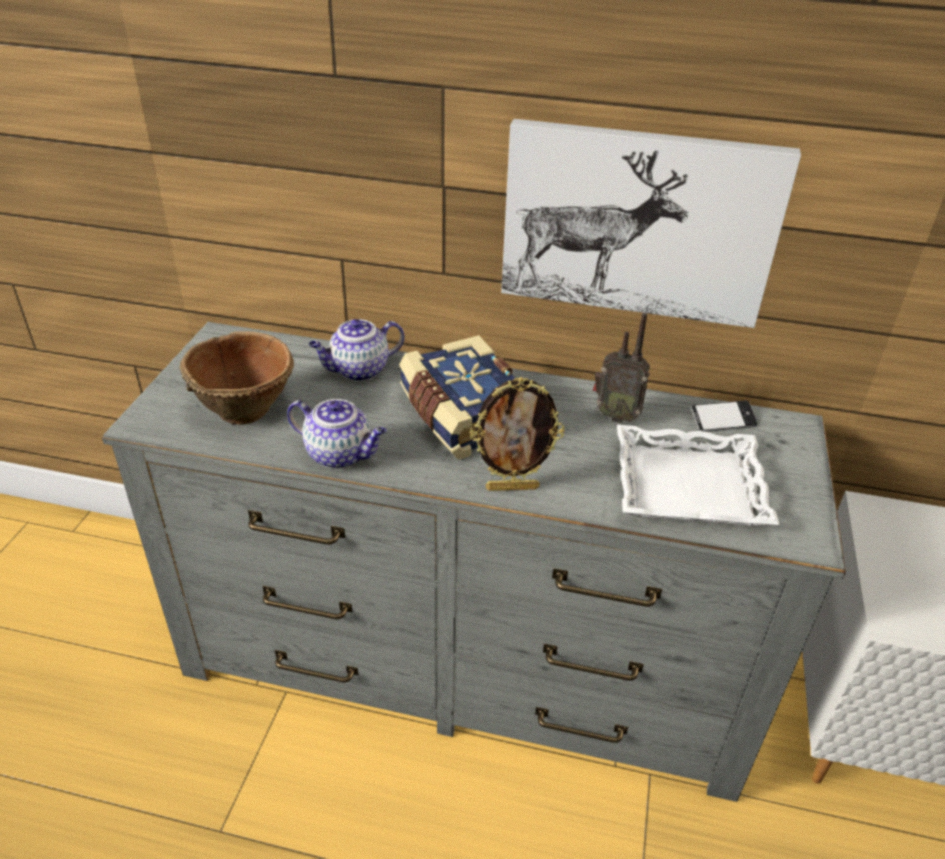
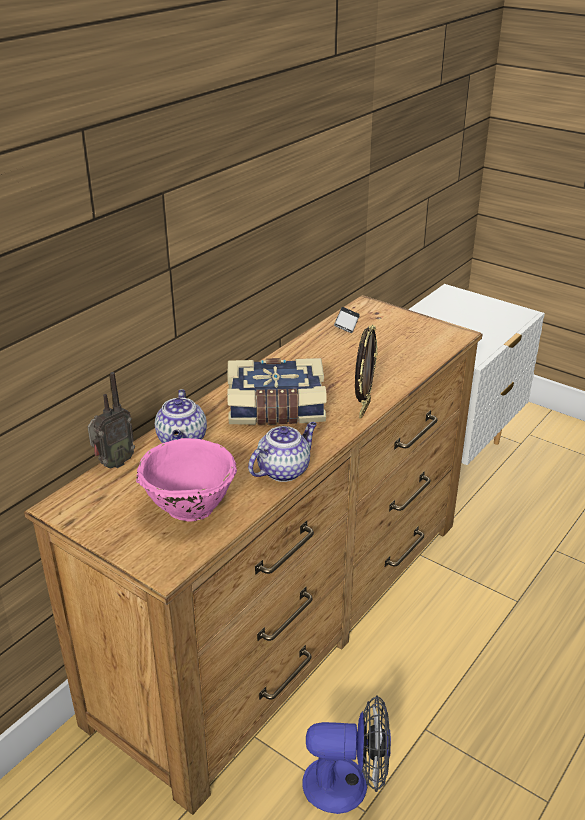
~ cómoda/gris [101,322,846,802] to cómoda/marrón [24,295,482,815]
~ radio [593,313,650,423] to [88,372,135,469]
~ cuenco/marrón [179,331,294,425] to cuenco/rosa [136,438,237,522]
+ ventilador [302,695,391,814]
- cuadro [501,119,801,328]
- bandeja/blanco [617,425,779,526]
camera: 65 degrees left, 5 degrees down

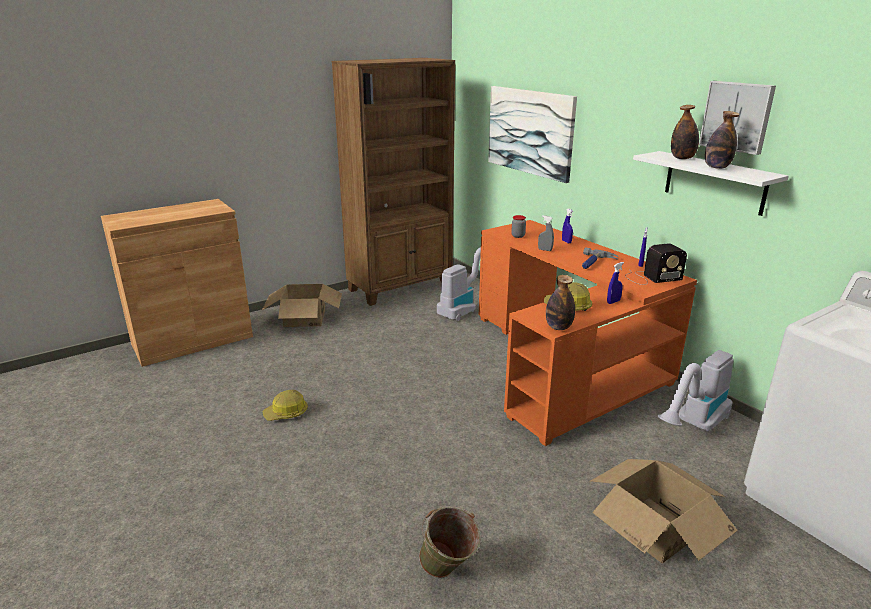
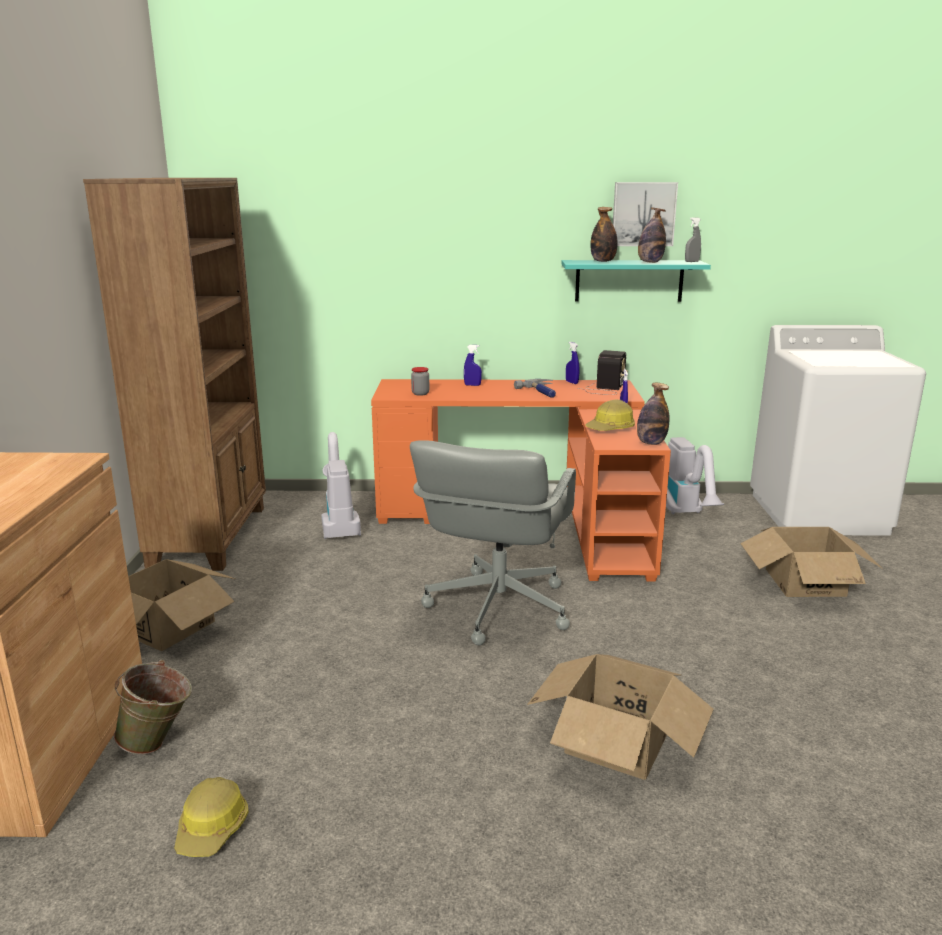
~ cubo/verde [419,506,481,578] to [114,660,192,755]
~ casco [262,390,308,421] to [174,777,249,857]
+ silla de oficina/gris [410,440,576,645]
+ caja de cartón [527,654,714,780]
~ estante/blanco [633,151,789,216] to estante/turquesa [561,260,711,302]
~ pulverizador/gris [538,216,554,251] to [685,217,701,262]
- cuadro [488,86,577,183]
camera: 55 degrees left, 5 degrees down

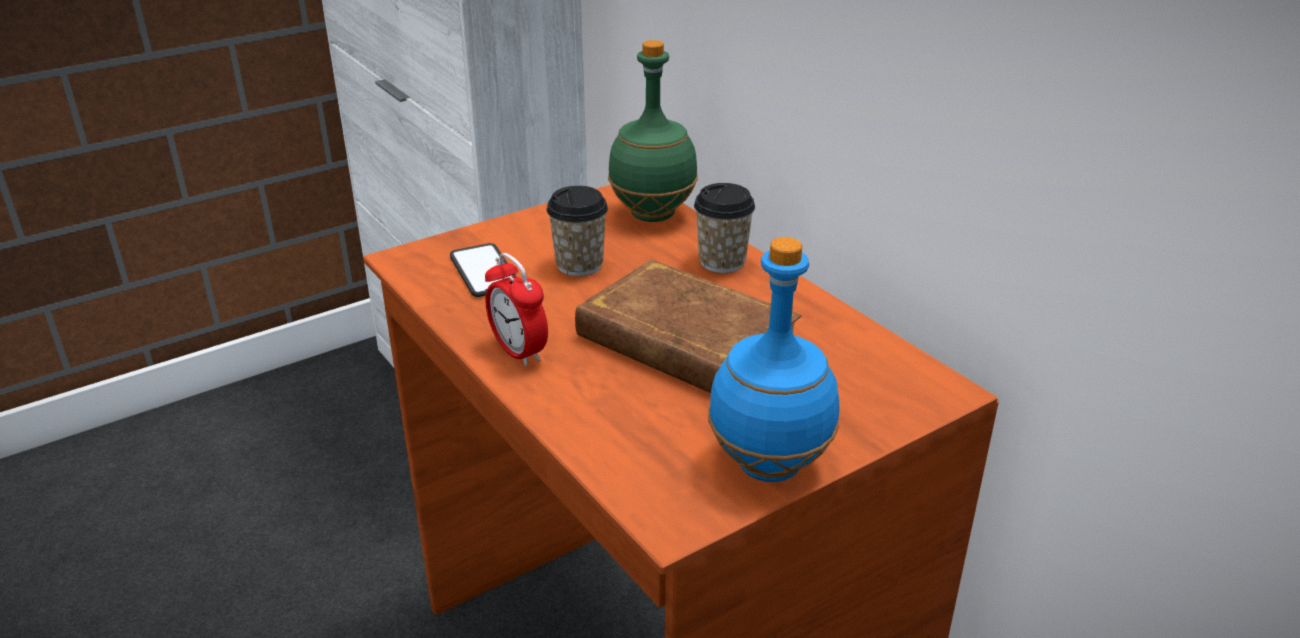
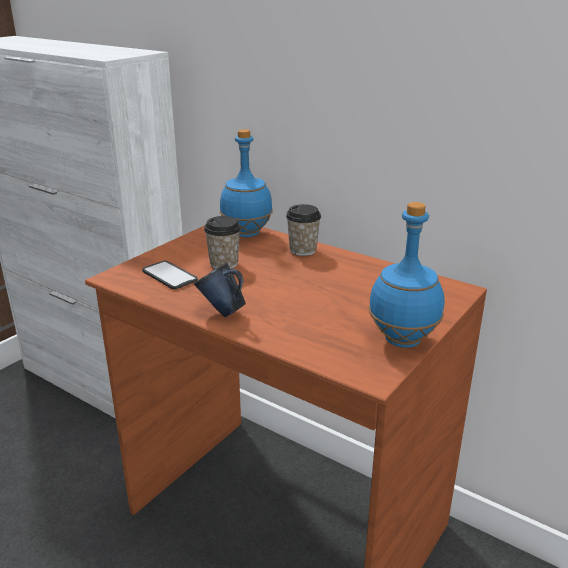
~ despertador [485,253,548,366] to taza grande/azul [194,262,246,317]
~ botella/verde [608,40,698,222] to botella/azul [220,129,273,237]
- libro/marrón [575,259,802,393]
camera: 20 degrees left, 5 degrees down

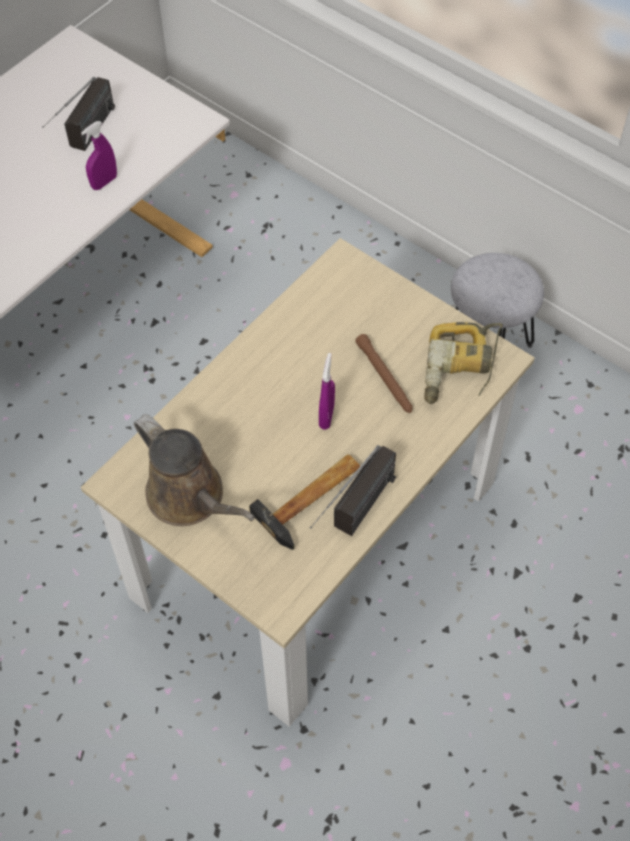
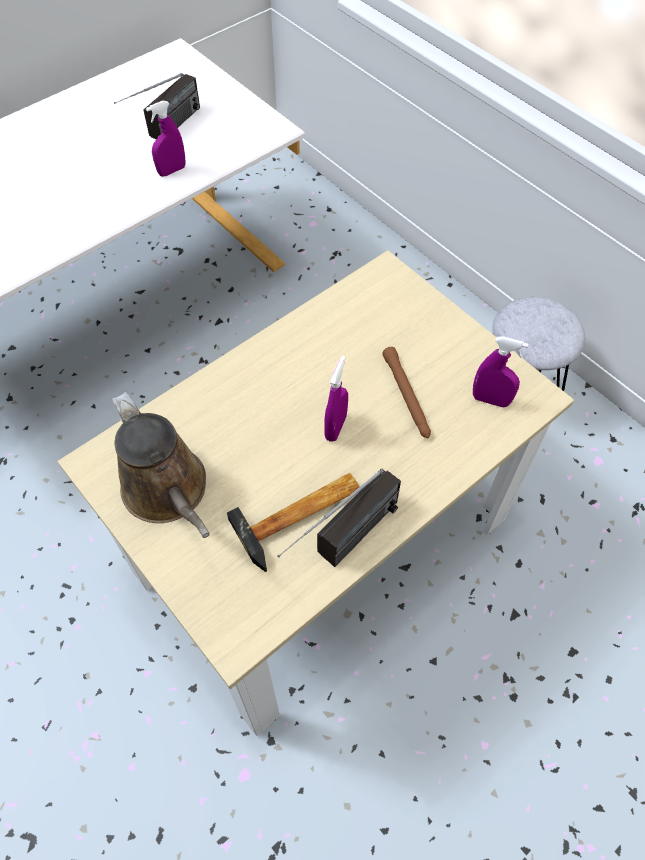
~ taladro [424,322,503,404] to pulverizador/morado [473,336,529,407]
camera: 10 degrees right, 0 degrees up

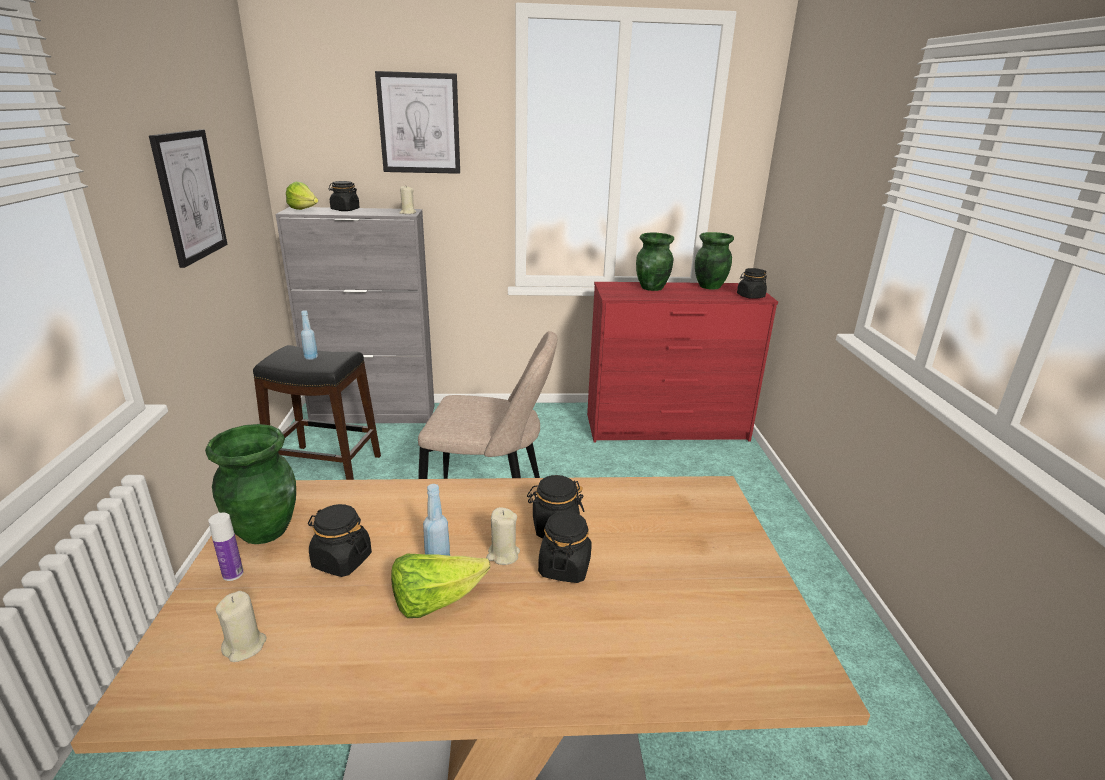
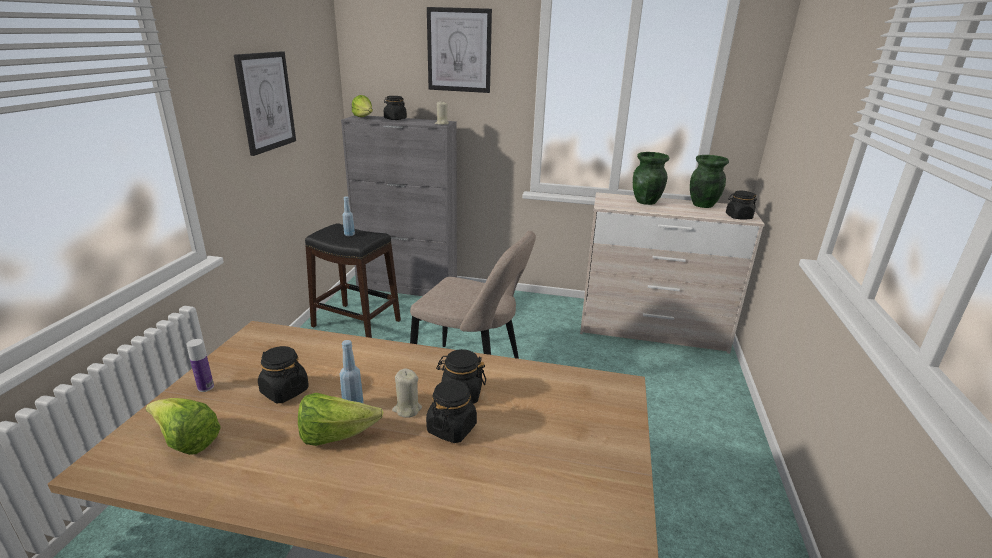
~ vela/beis [216,591,267,662] to lechuga [146,398,221,455]
~ cómoda/rojo [587,282,778,442] to cómoda/beis [580,192,765,354]
- florero/verde [205,424,296,544]
camera: 15 degrees right, 0 degrees up

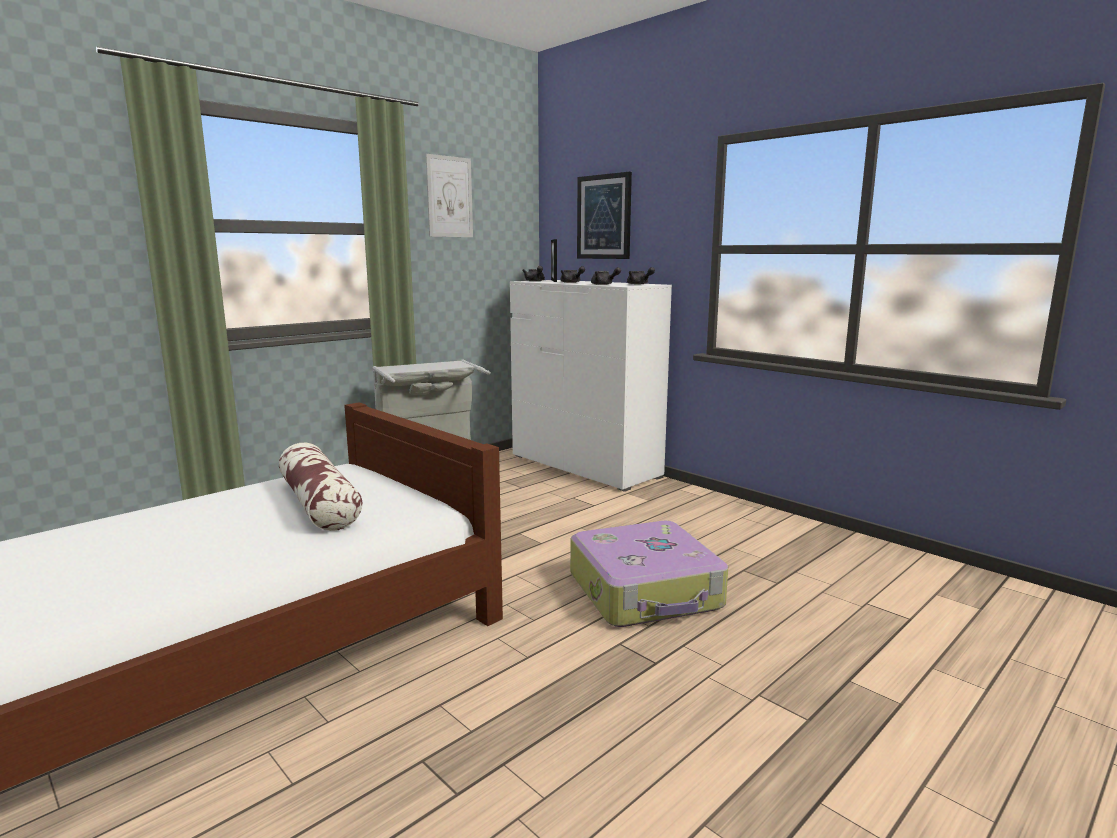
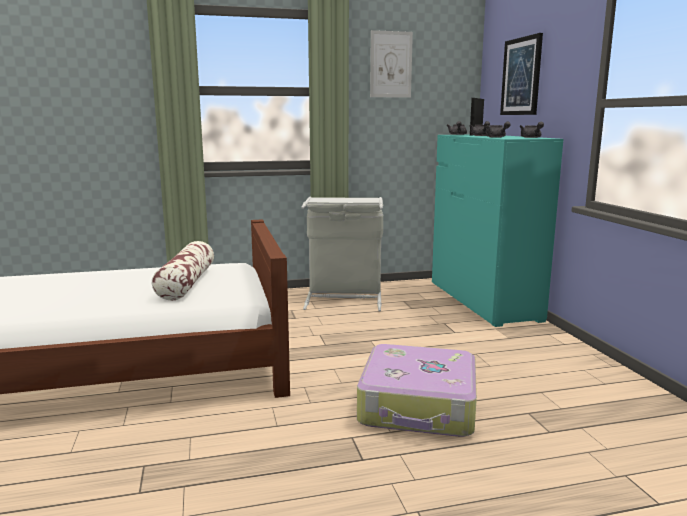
~ cómoda/blanco [510,280,672,492] to cómoda/turquesa [432,135,563,327]
camera: 30 degrees right, 0 degrees up

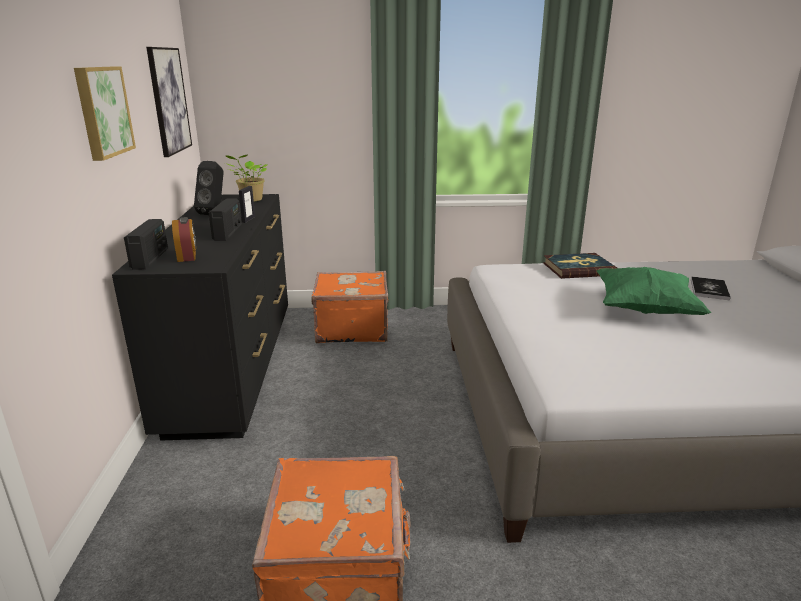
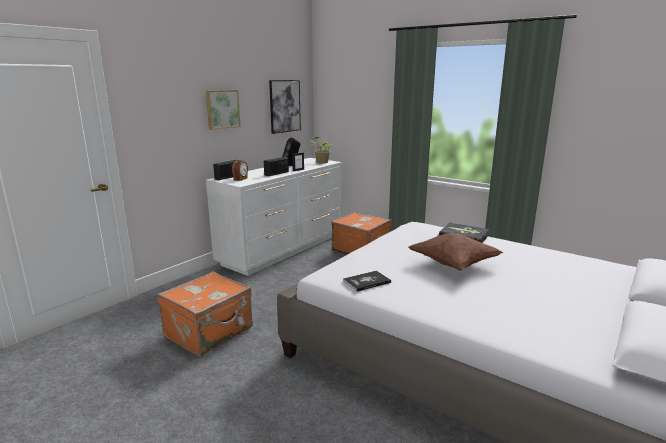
~ cómoda/negro [112,194,288,441] to cómoda/blanco [206,158,342,276]
~ libro [691,276,731,301] to [343,271,391,292]
~ cojín/verde [596,267,711,315] to cojín/marrón [408,233,504,271]
camera: 40 degrees right, 5 degrees down

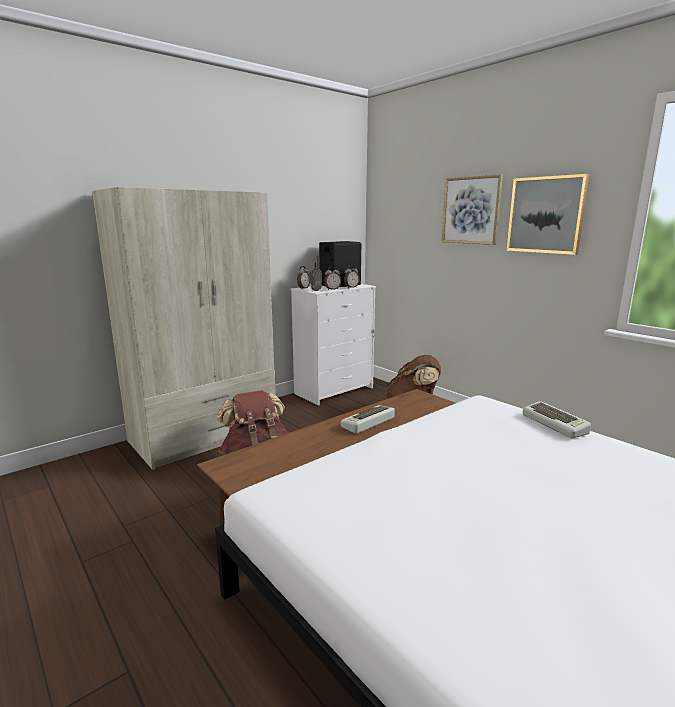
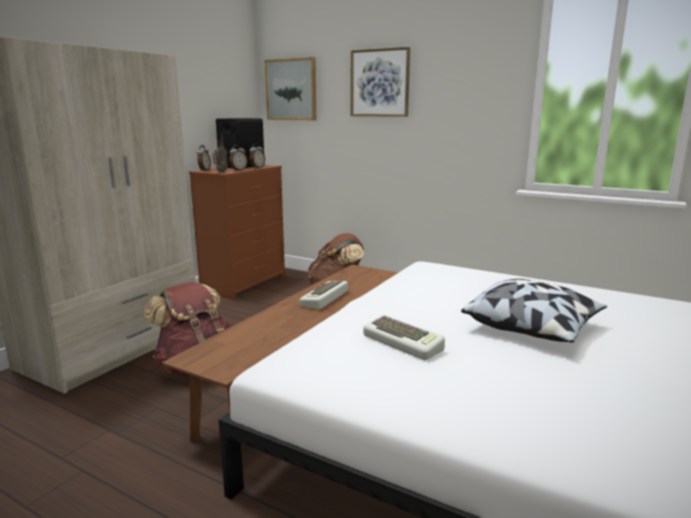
~ cómoda/blanco [291,284,376,405] to cómoda/marrón [189,165,285,300]
~ cuadro [506,174,589,255] to [265,57,316,120]
~ teclado [522,401,591,438] to [363,314,445,360]
+ cojín [461,279,607,343]
camera: 20 degrees left, 0 degrees up

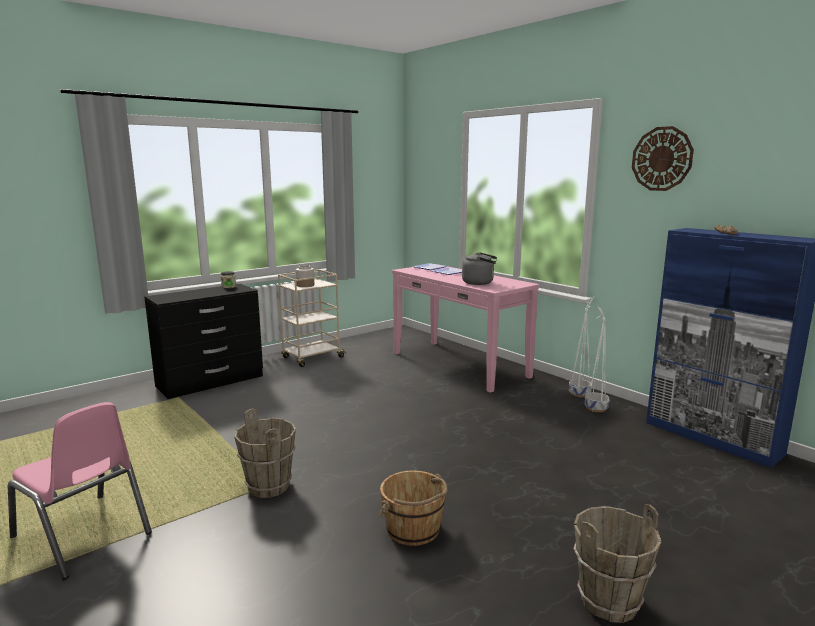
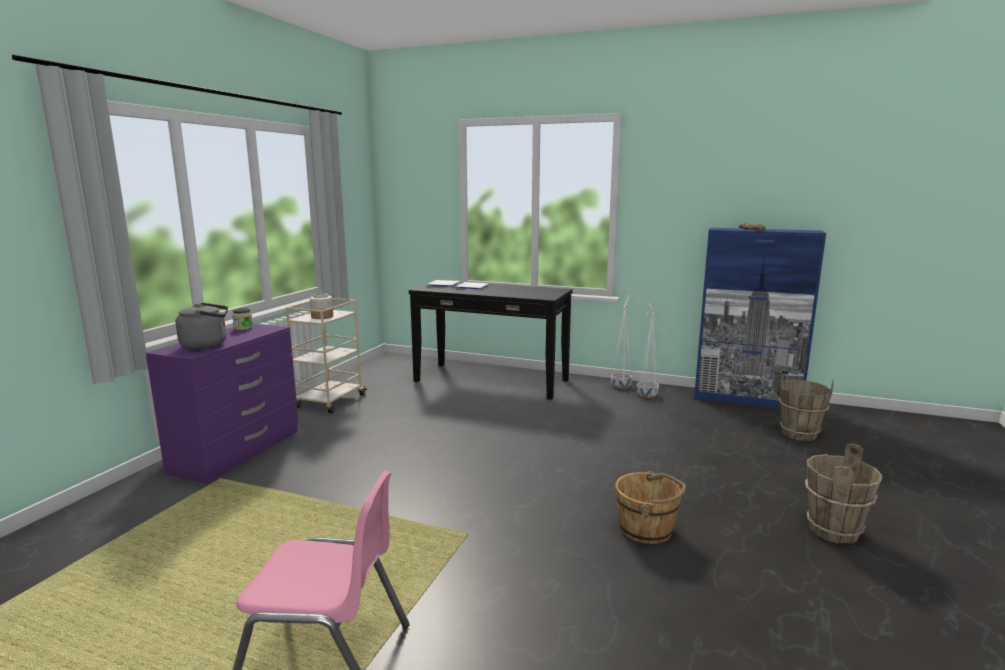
~ cómoda/negro [144,284,263,399] to cómoda/morado [146,324,299,484]
~ hervidor/gris [462,252,497,285] to [175,303,228,349]
~ mesa consola/rosa [392,264,540,393] to mesa consola/negro [409,282,573,400]
~ cubo/marrón [234,408,296,498] to [779,374,834,441]
- reloj de pared [632,126,694,191]
camera: 30 degrees left, 0 degrees up

